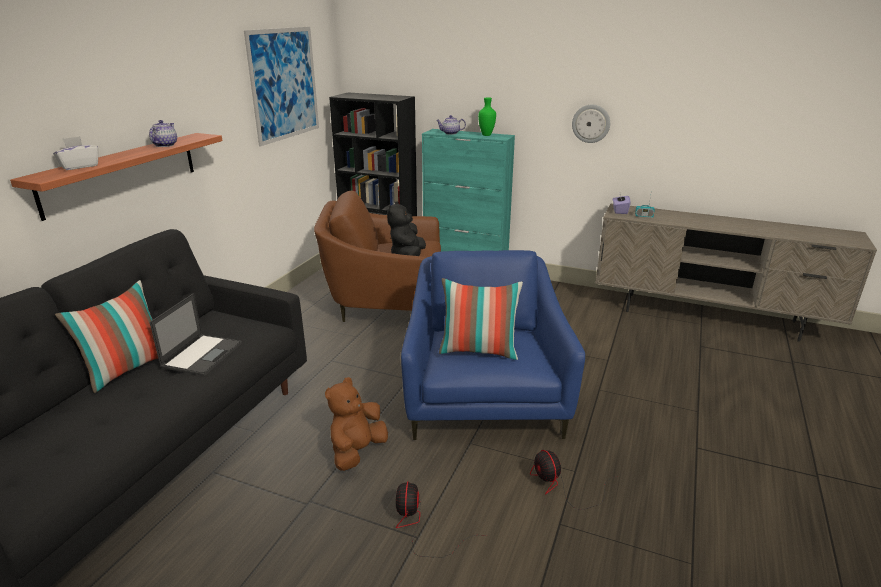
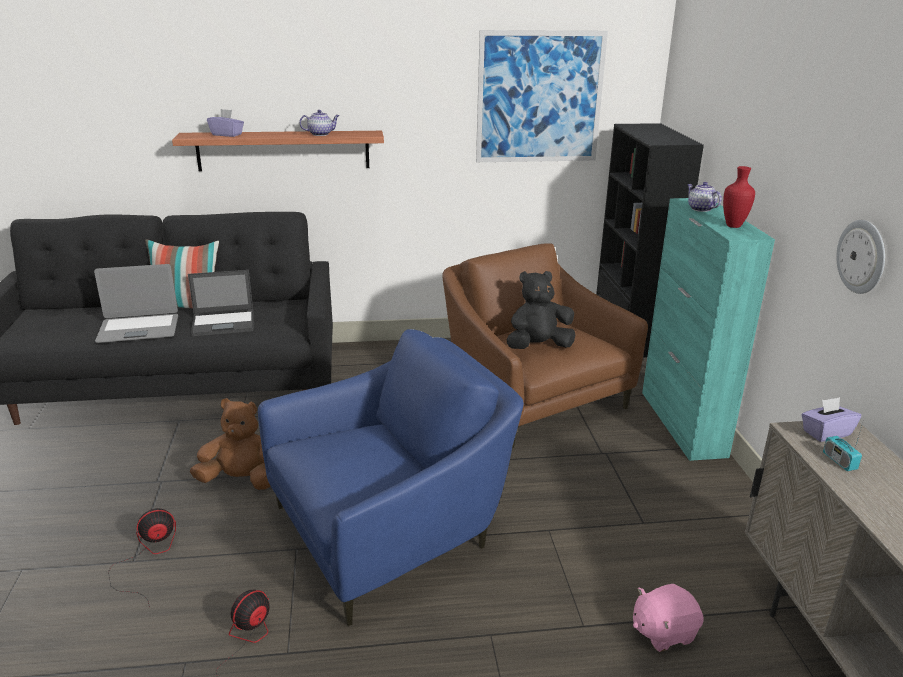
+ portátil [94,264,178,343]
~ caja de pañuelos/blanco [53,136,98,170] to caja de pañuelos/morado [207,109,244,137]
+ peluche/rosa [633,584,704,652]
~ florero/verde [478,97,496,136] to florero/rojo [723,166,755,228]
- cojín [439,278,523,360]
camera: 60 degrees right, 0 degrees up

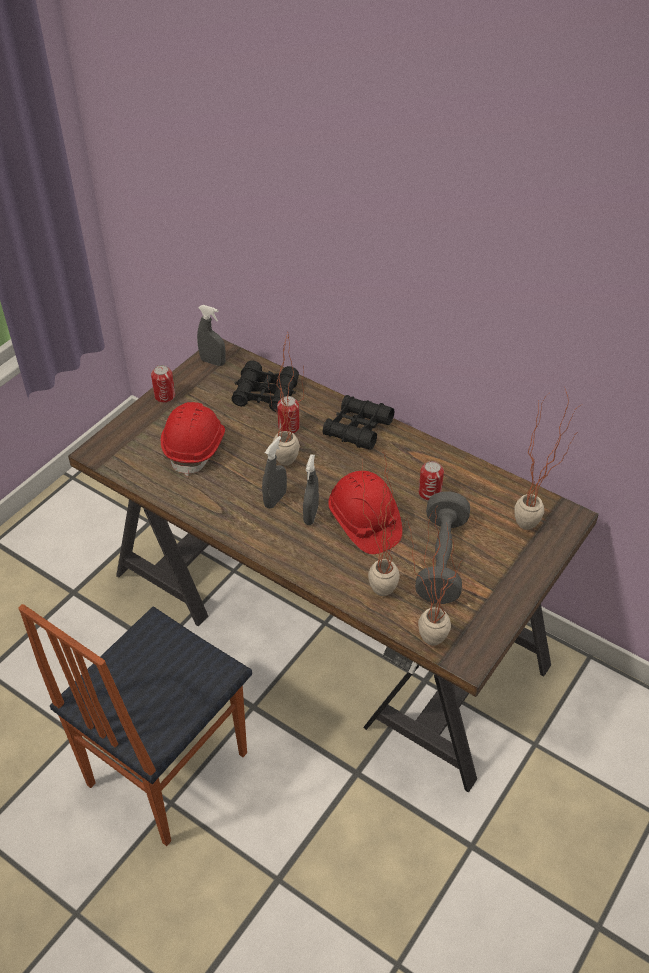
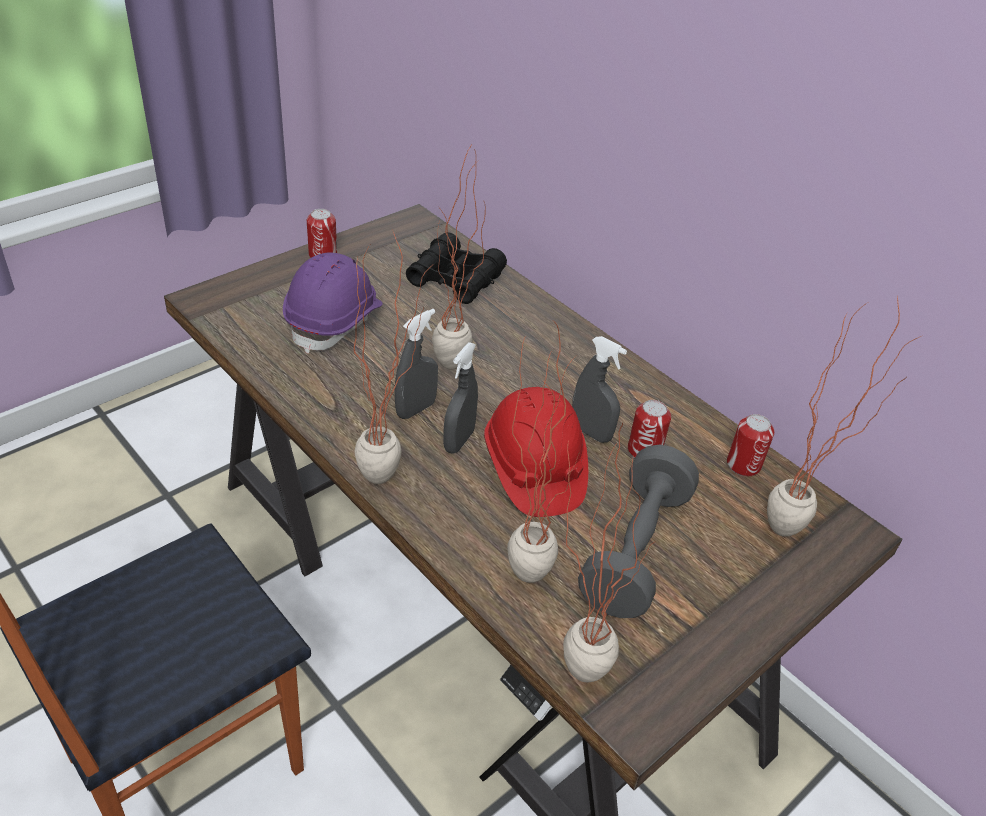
~ casco/rojo [161,402,225,476] to casco/morado [283,252,383,354]
+ planta en maceta [354,232,427,484]
~ pulverizador/gris [197,305,226,366] to [572,336,627,443]
~ lata [277,396,300,433] to [727,414,774,476]
- prismáticos/negro [323,395,394,450]
camera: 10 degrees right, 5 degrees down

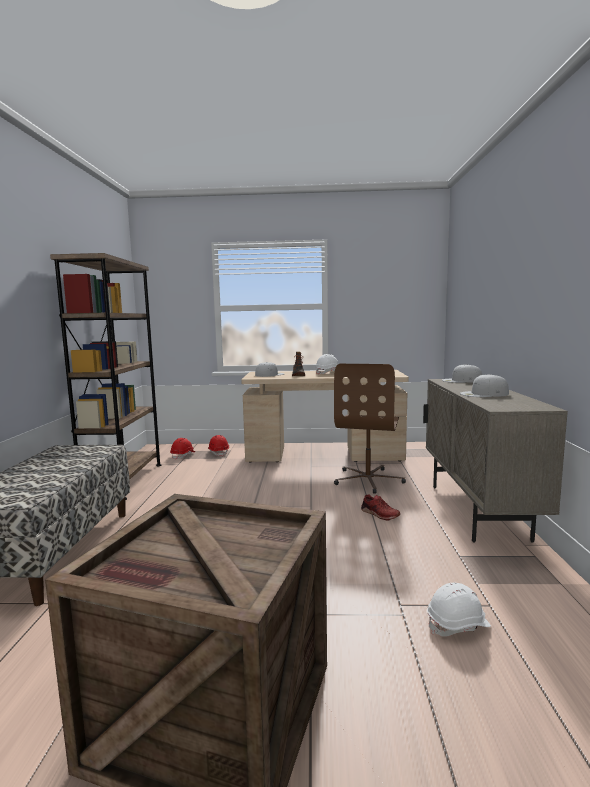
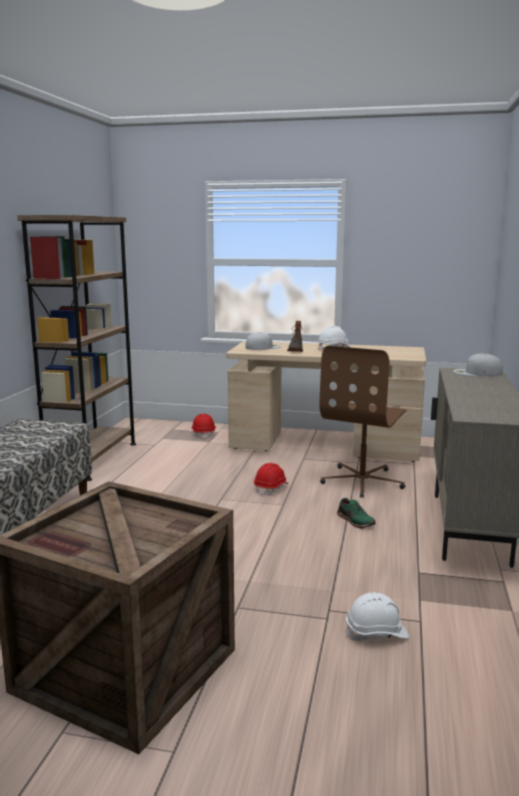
~ casco/rojo [170,438,195,460] to [254,463,288,496]
~ zapato/rojo [361,494,400,521] to zapato/verde [337,498,375,529]
- gorra/blanco [460,374,509,397]
camera: 10 degrees right, 5 degrees up

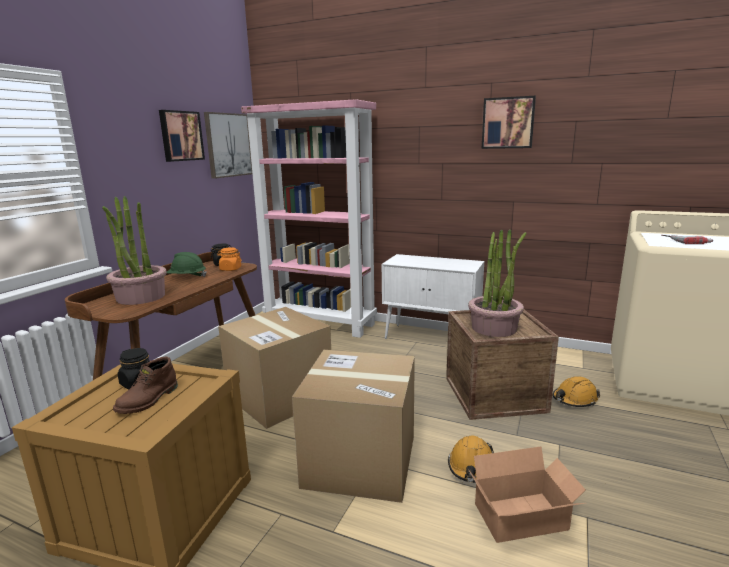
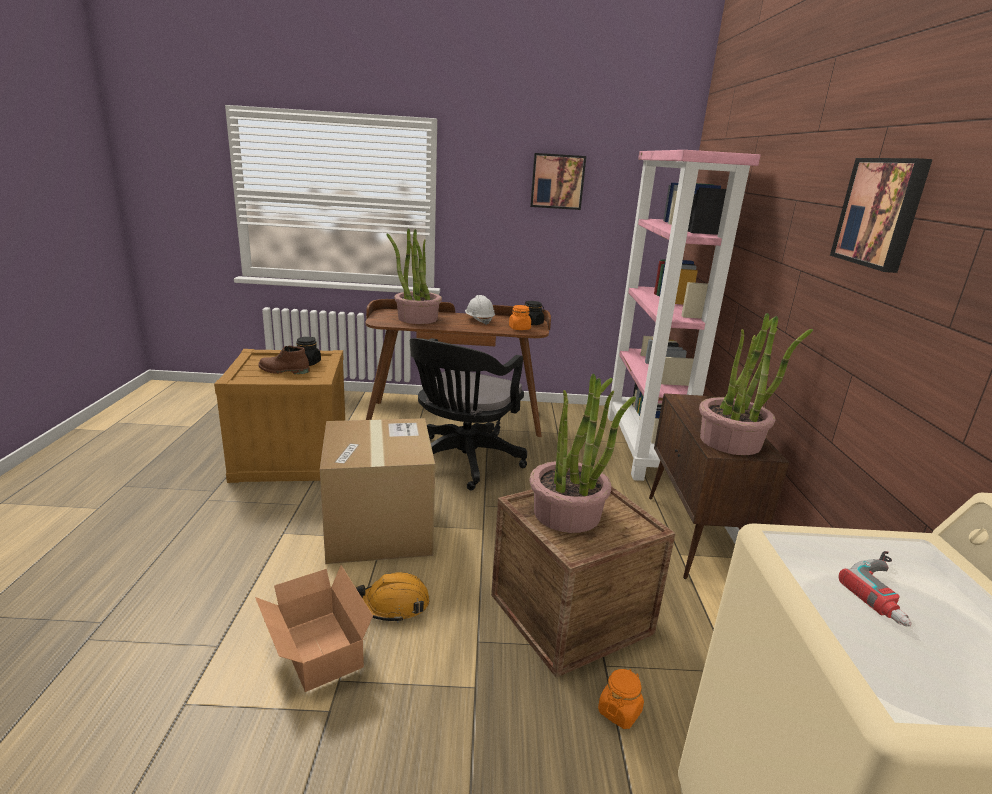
~ caja de cartón [218,307,331,429] to silla de oficina/negro [410,338,527,490]
~ casco/verde [166,252,207,277] to casco/blanco [465,295,495,325]
~ casco/naranja [553,376,600,407] to tarro/naranja [598,669,644,729]
~ armario/blanco [382,254,484,339] to armario/marrón [649,393,789,579]
+ planta en maceta [699,313,813,455]
- cuadro [204,112,252,179]
camera: 65 degrees right, 5 degrees up

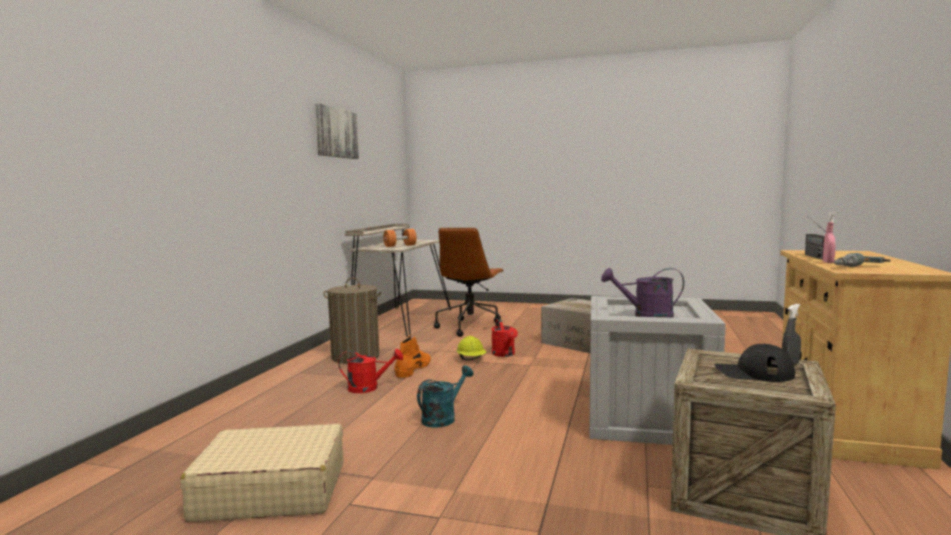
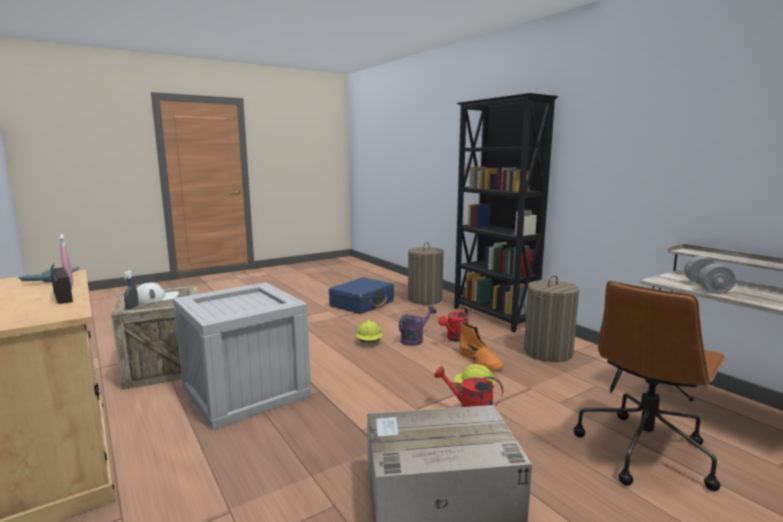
~ gorra/negro [714,344,795,382] to gorra/blanco [137,283,179,304]
~ maleta/beis [181,423,343,522] to maleta/azul [329,277,394,314]
~ regadera/turquesa [417,365,473,428] to casco/amarillo [356,320,382,342]
~ regadera/morado [601,268,684,318] to [399,306,436,346]
+ cesto de la ropa [408,242,444,305]
+ estantería/negro [454,93,558,332]
~ silla de oficina/marrón [434,228,504,337] = [574,281,726,491] 105 degrees counterclockwise
~ mancuerna/naranja [383,229,417,247] to mancuerna/gris [684,256,736,294]
- cuadro [315,103,359,159]
camera: 130 degrees right, 5 degrees up

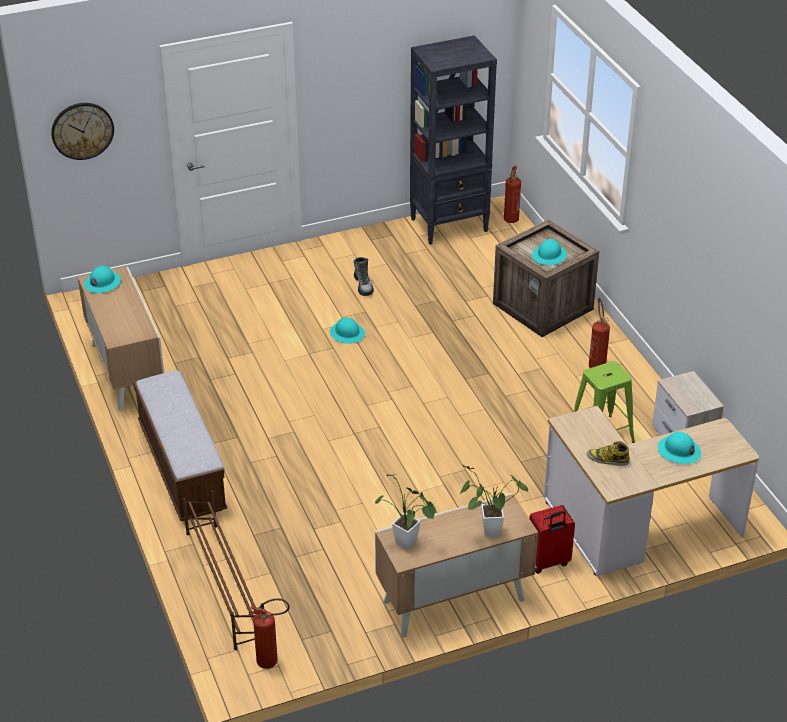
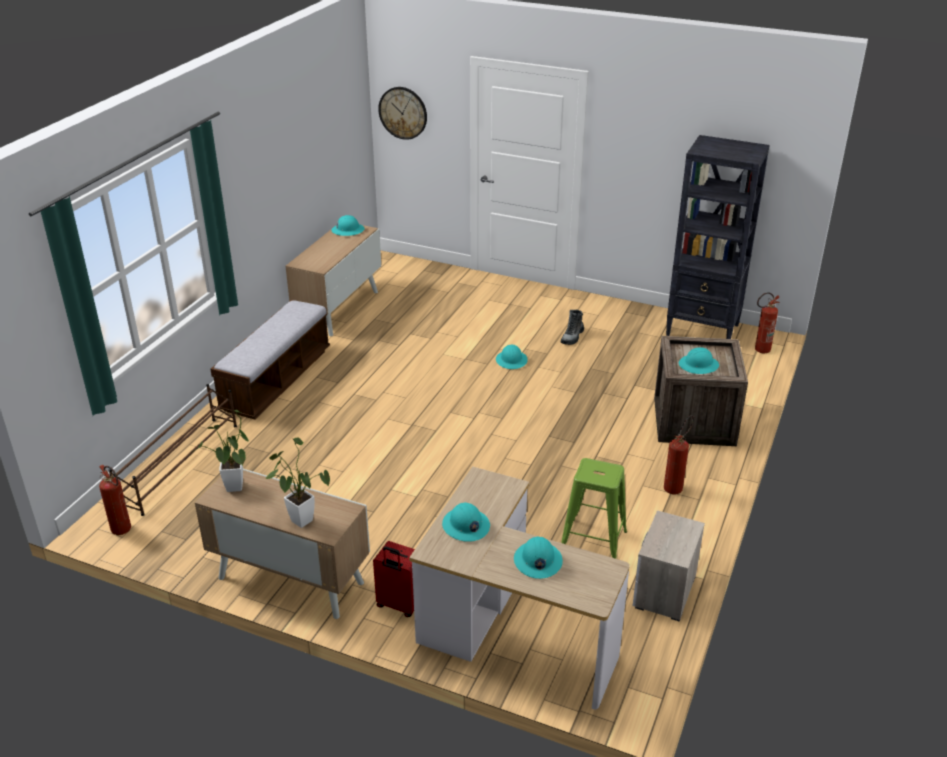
~ bota [587,441,630,466] to casco/turquesa [442,503,490,542]
camera: 45 degrees right, 5 degrees down

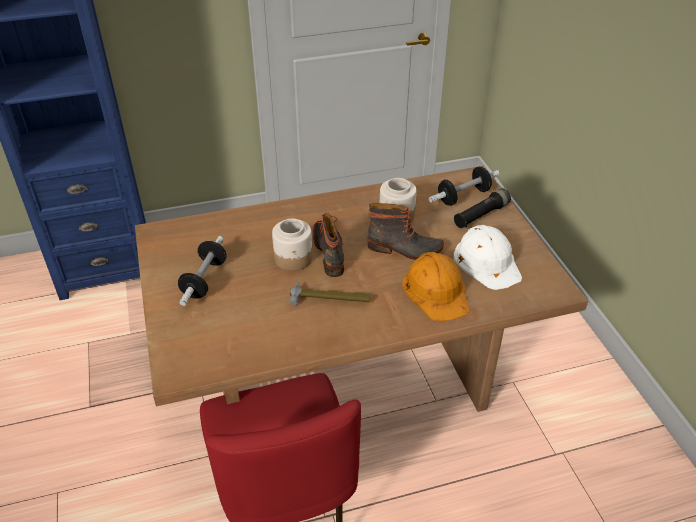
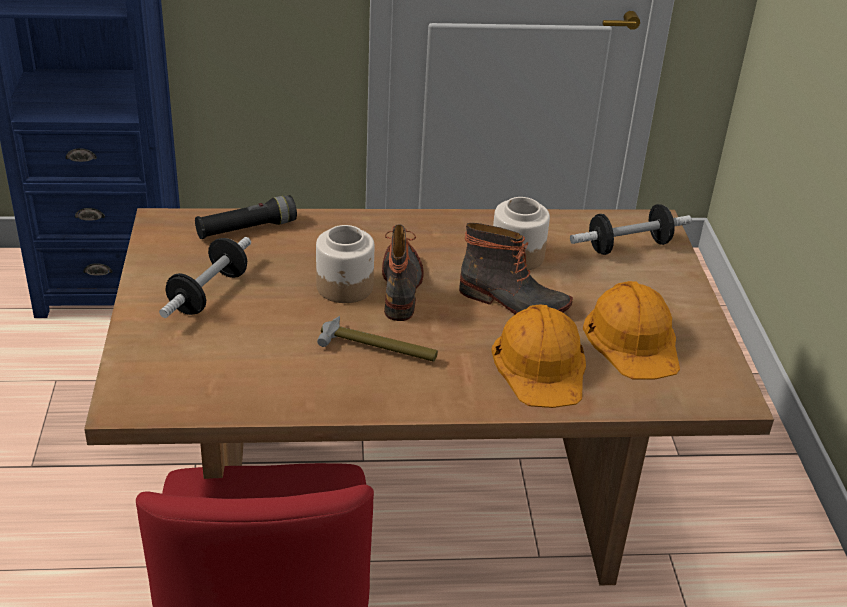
~ linterna/negro [454,188,511,228] to [195,195,297,239]
~ casco/blanco [454,225,522,290] to casco/naranja [583,281,680,380]
camera: 10 degrees right, 5 degrees down

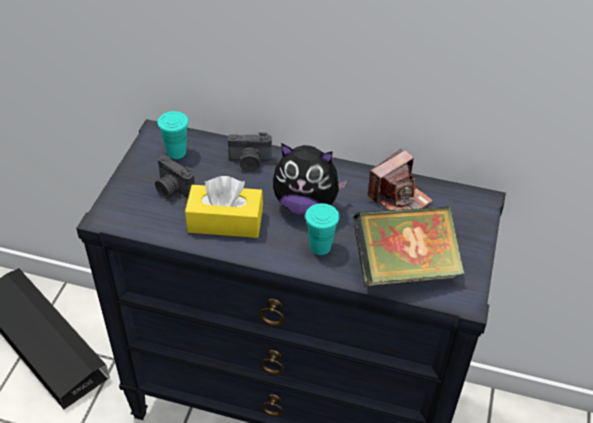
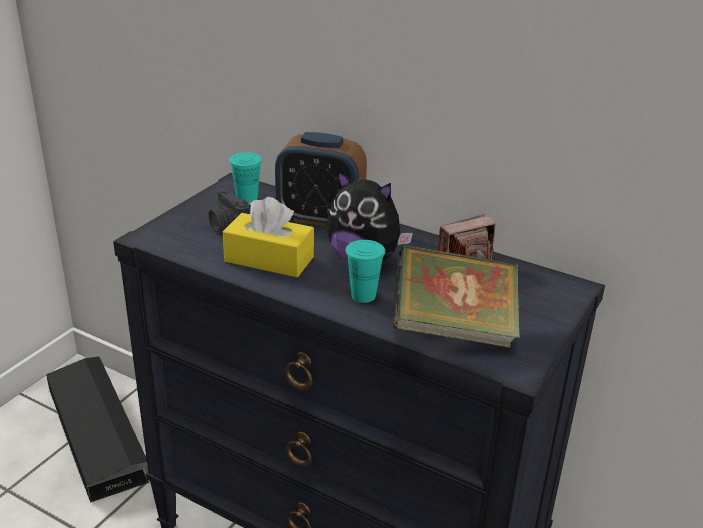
~ cámara [228,132,272,171] to despertador [275,132,367,226]
camera: 15 degrees right, 15 degrees down

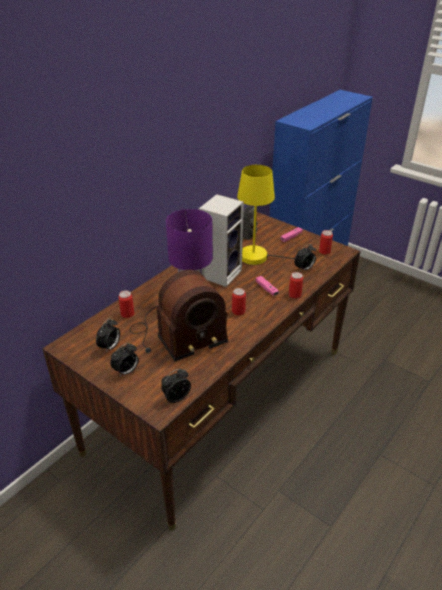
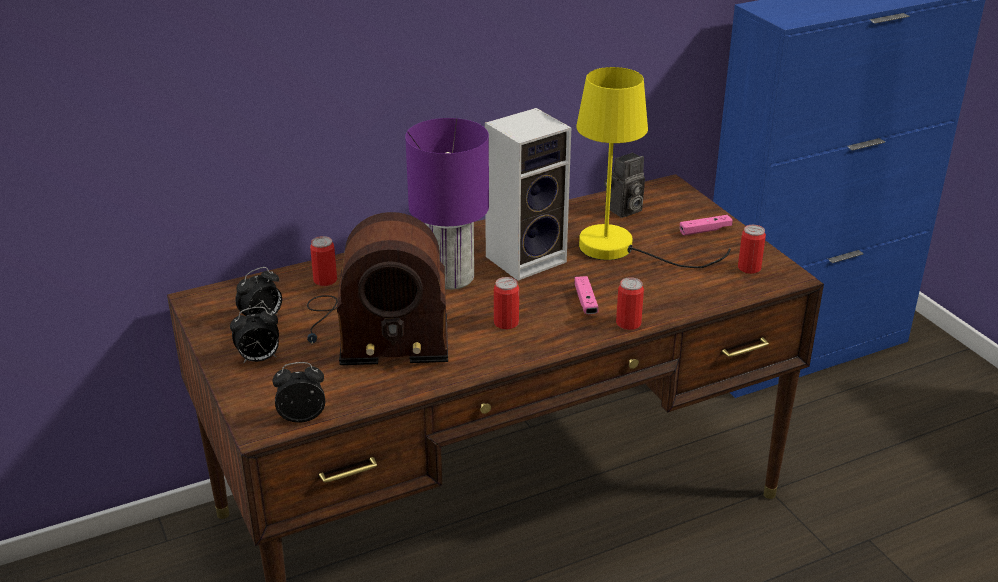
- despertador [294,244,316,271]
camera: 25 degrees right, 5 degrees down

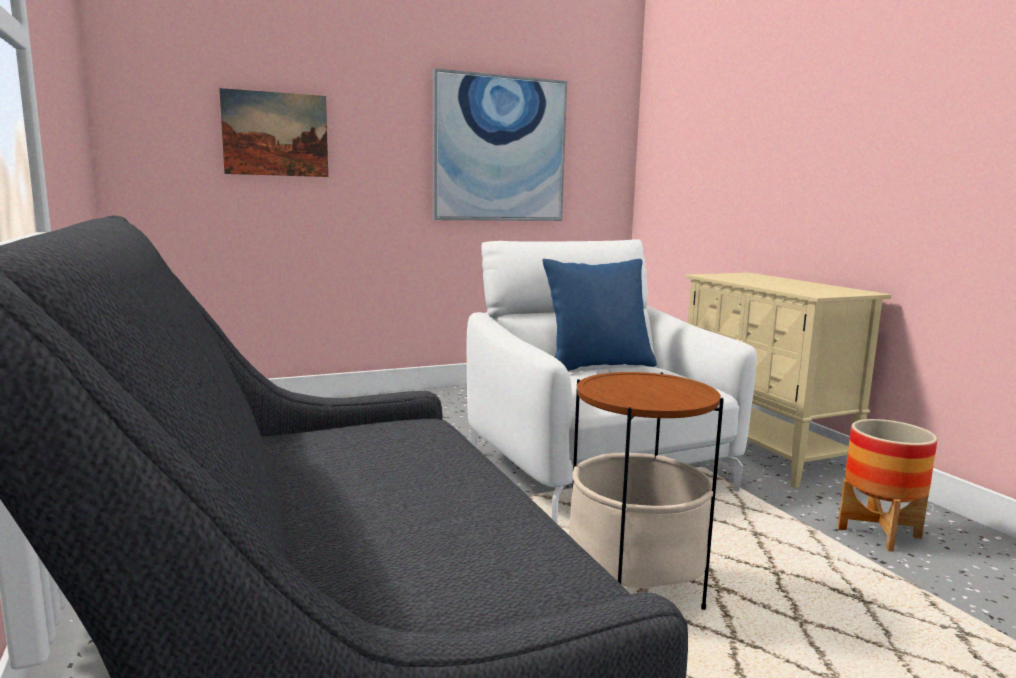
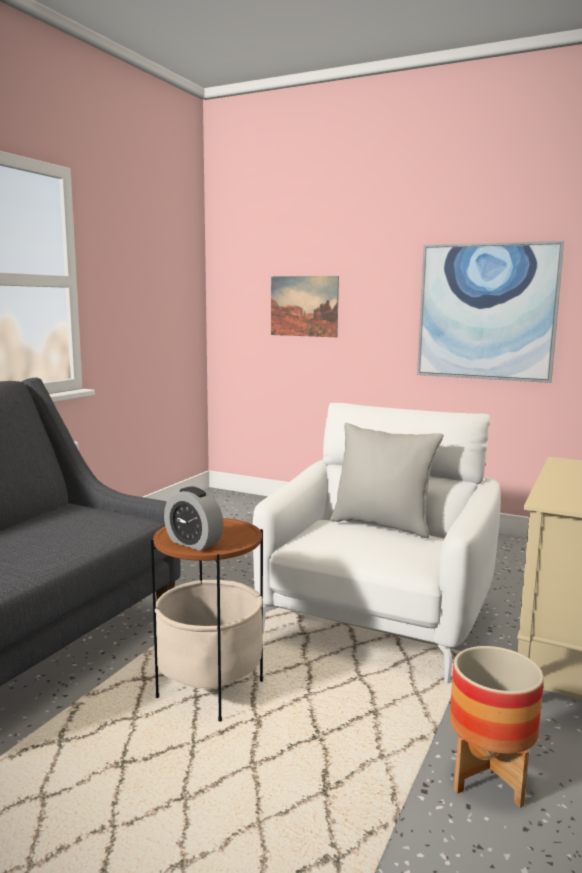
+ despertador [164,487,223,551]
~ cojín/azul [543,259,657,371] to cojín/gris [330,423,444,538]
camera: 50 degrees right, 0 degrees up

